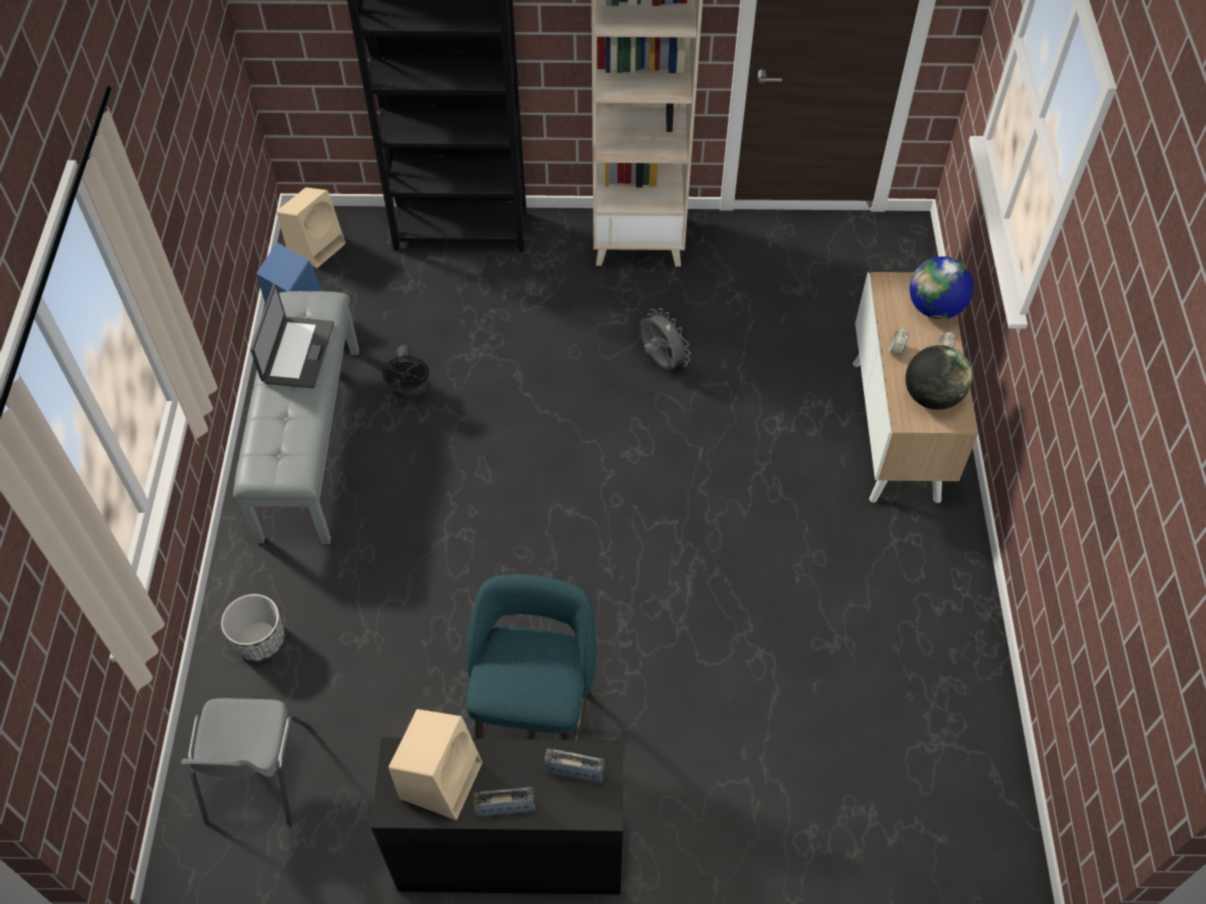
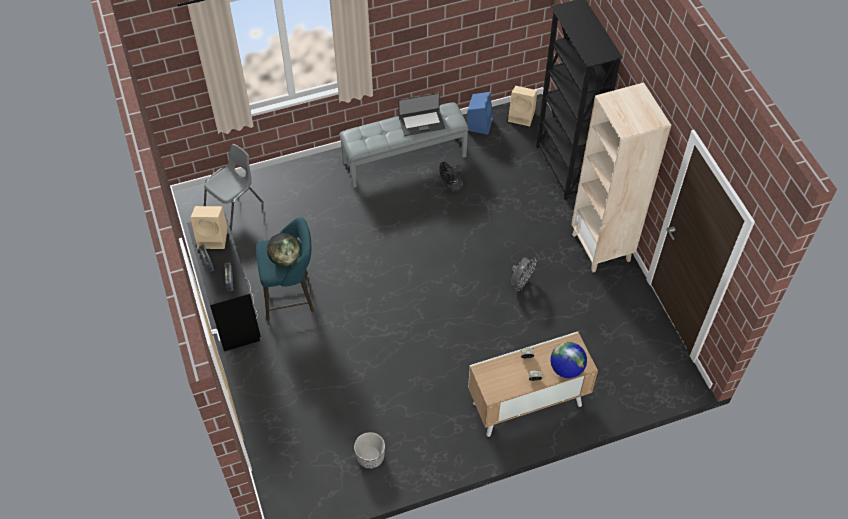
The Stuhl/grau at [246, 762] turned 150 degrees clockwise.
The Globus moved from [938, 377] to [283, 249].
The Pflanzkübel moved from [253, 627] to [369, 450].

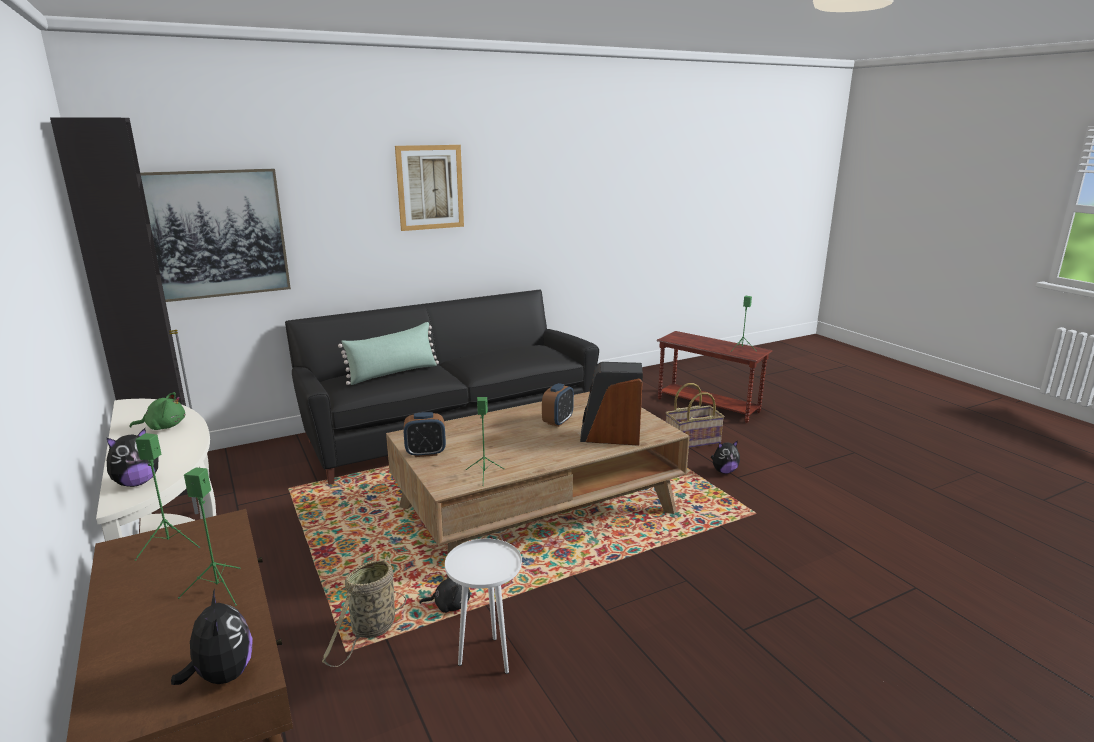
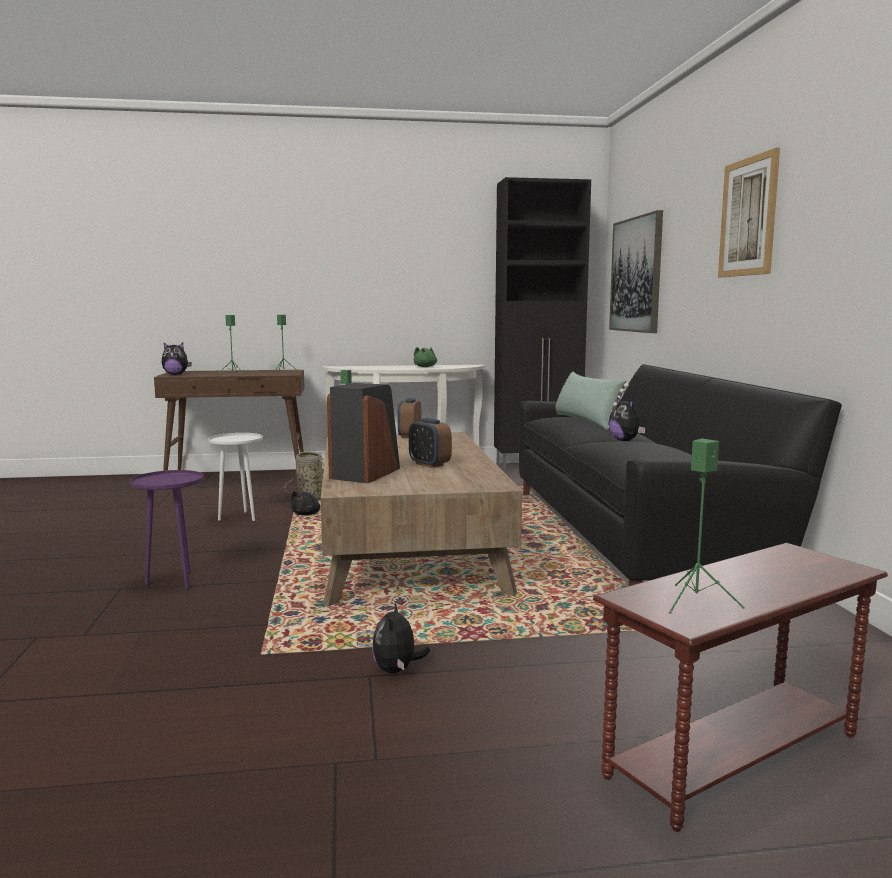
The Beistelltisch/lila at [166, 529] appeared.
The Plüschtier moved from [132, 457] to [627, 419].
The Korb at [695, 415] disappeared.

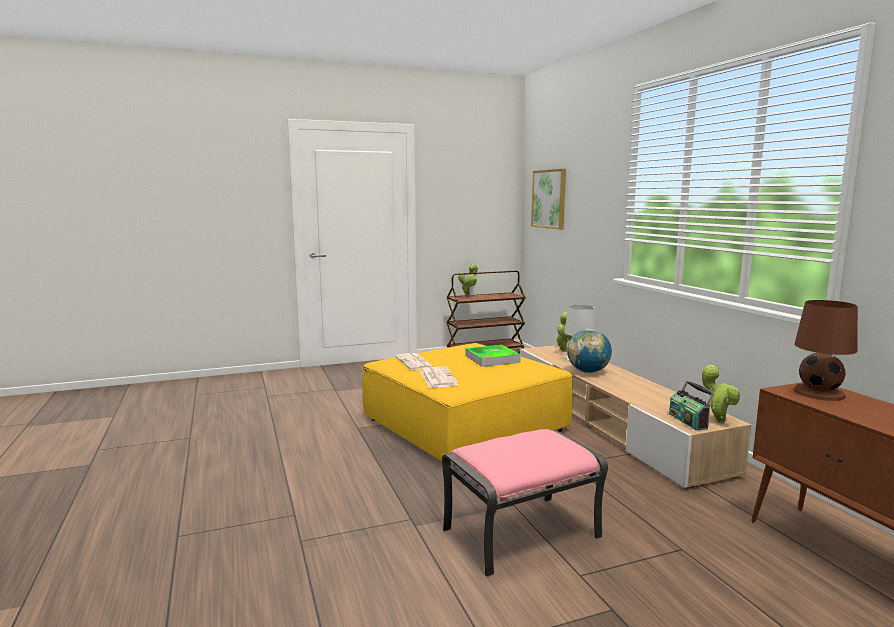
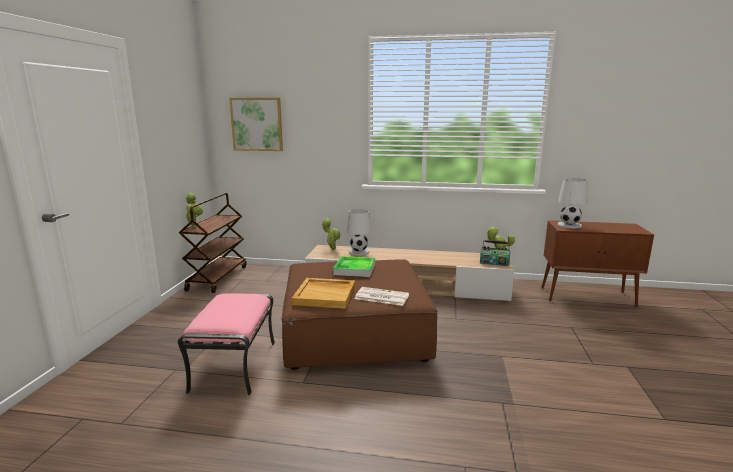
The Polsterhocker/rosa moved from [525, 503] to [226, 344].
The Polsterhocker/gelb at [467, 404] became the Polsterhocker/braun at [359, 314].
The Zeitung at [414, 361] was replaced by the Tablett/beige at [323, 293].
The Tischlampe/braun at [825, 350] became the Tischlampe/weiß at [572, 203].
The Globus at [589, 351] disappeared.

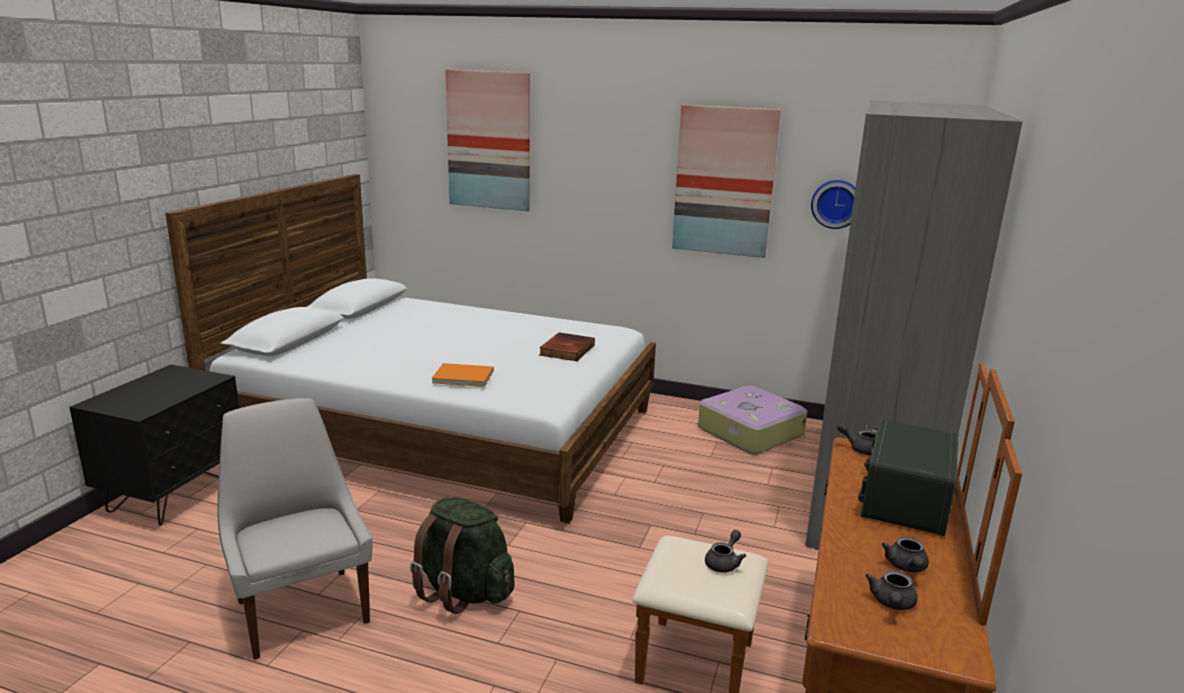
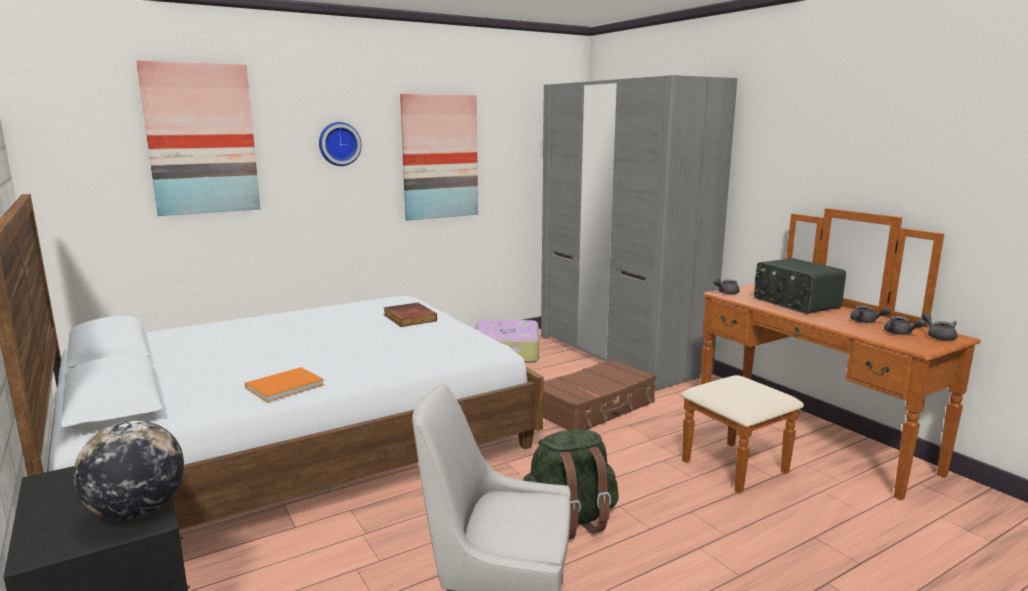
The Globus at [128, 470] appeared.
The Buch/orange moved from [463, 375] to [284, 384].
The Wanduhr moved from [833, 204] to [340, 144].
The Koffer/braun at [599, 394] appeared.
The Teekanne/grau moved from [725, 551] to [940, 327].

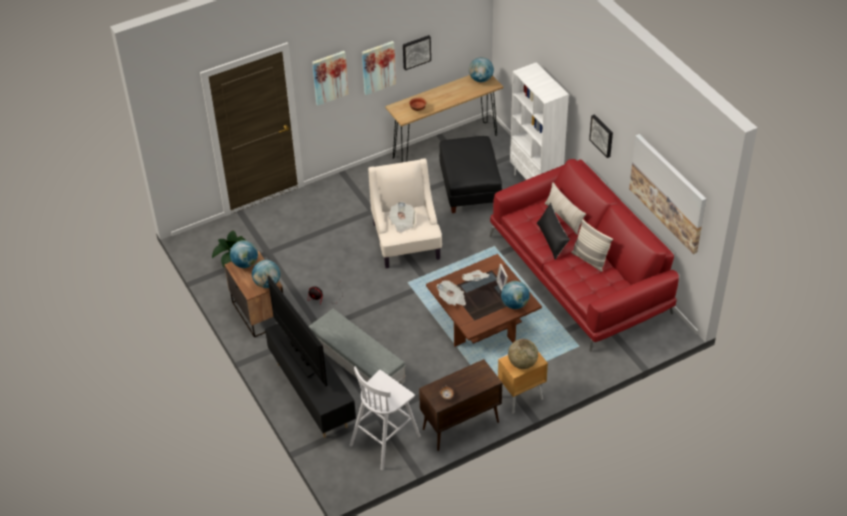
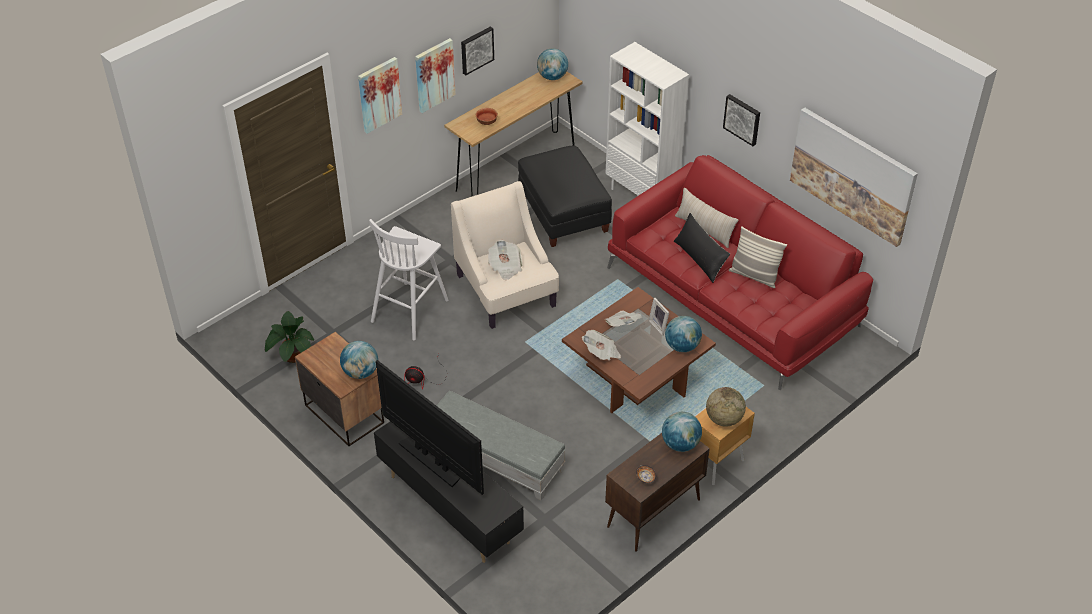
The Hocker/weiß moved from [385, 418] to [409, 279].
The Globus moved from [244, 254] to [682, 432].

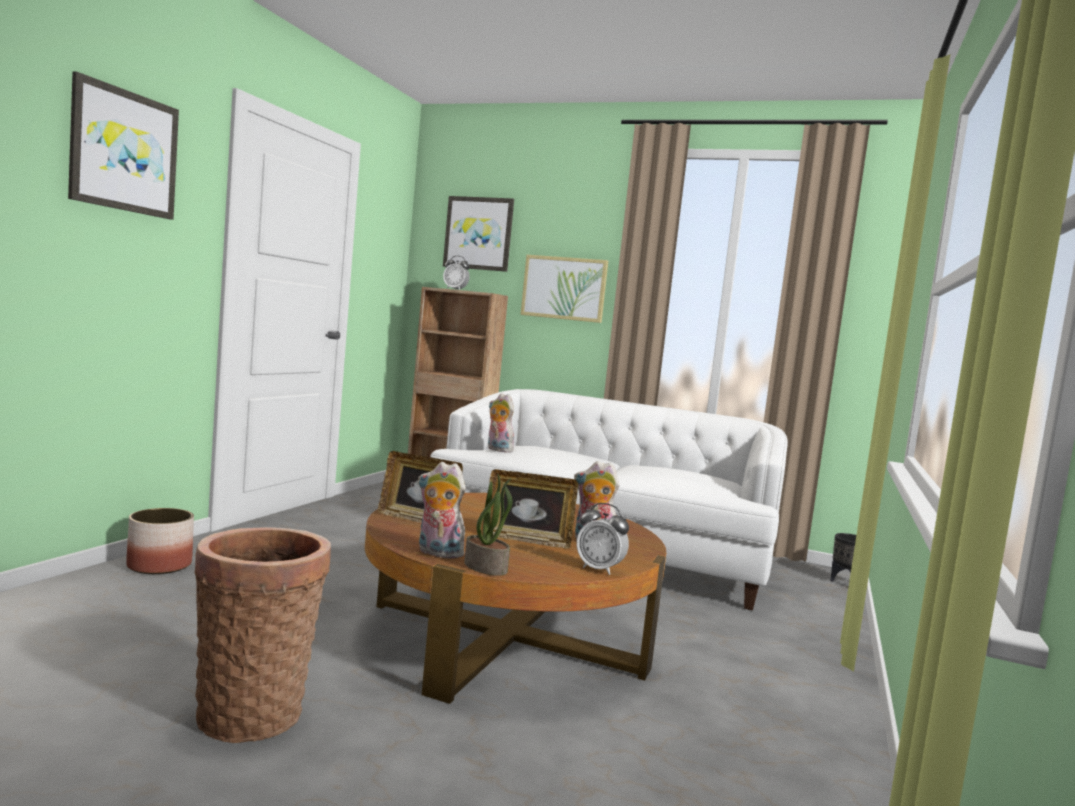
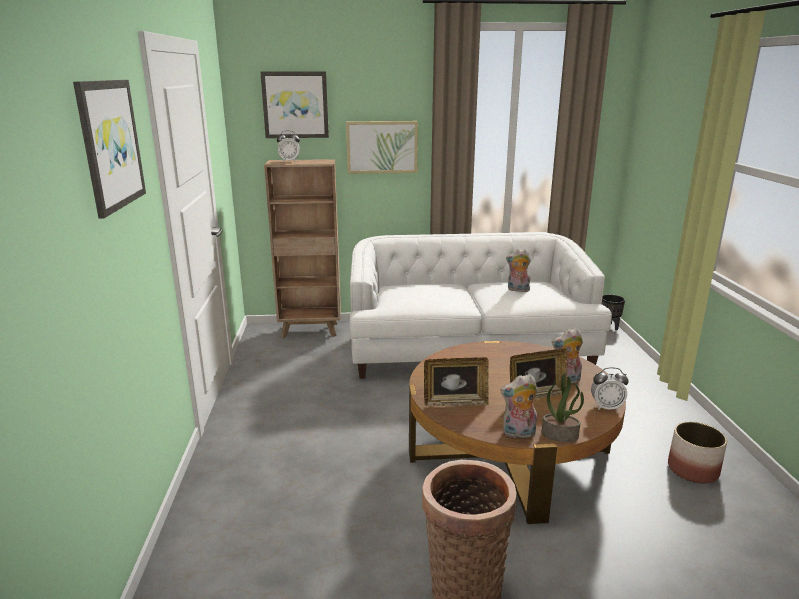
The Plüschtier moved from [501, 423] to [518, 270].
The Pflanzkübel moved from [160, 541] to [697, 453].

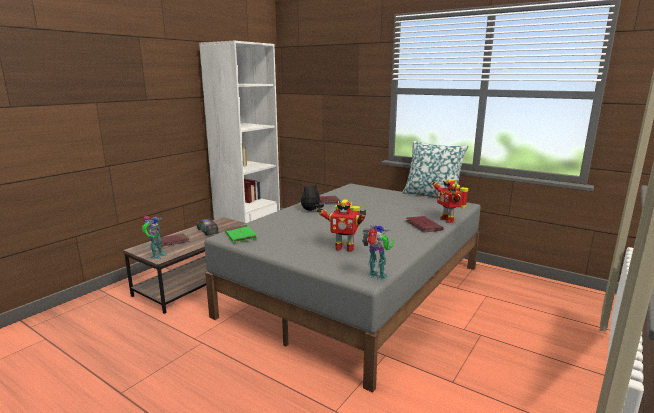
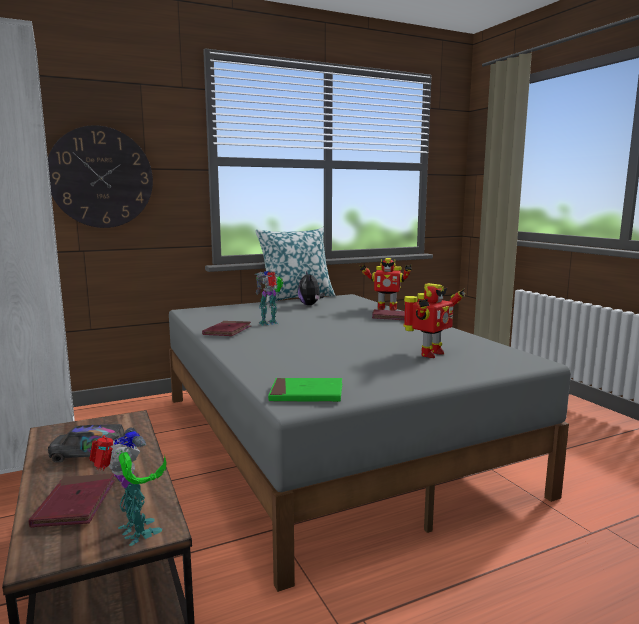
The Wanduhr at [100, 176] appeared.
The Spielzeugroboter moved from [378, 253] to [269, 298].
The Plüschtier moved from [312, 197] to [311, 288].

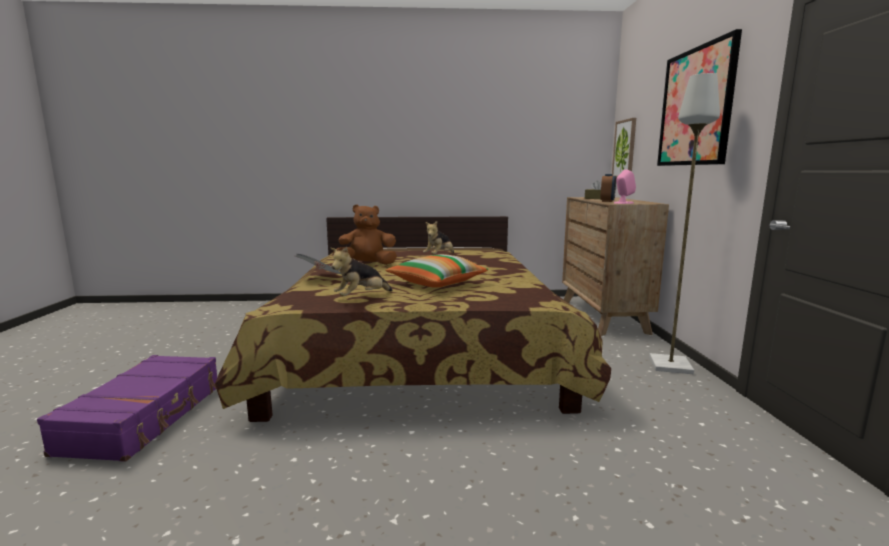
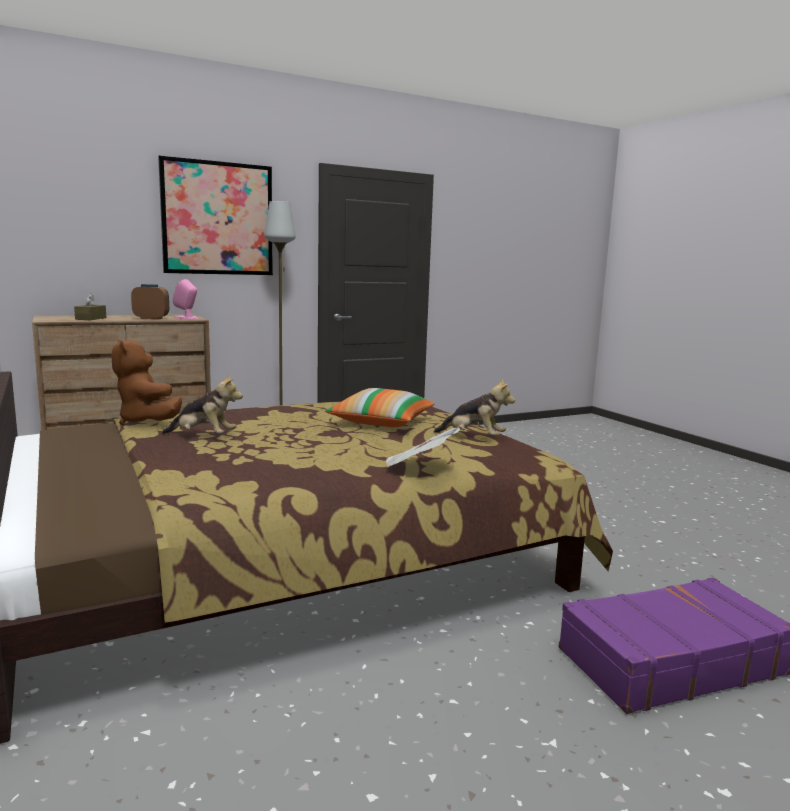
The Plüschtier/braun moved from [365, 235] to [147, 382].
The Bild at [624, 148] disappeared.

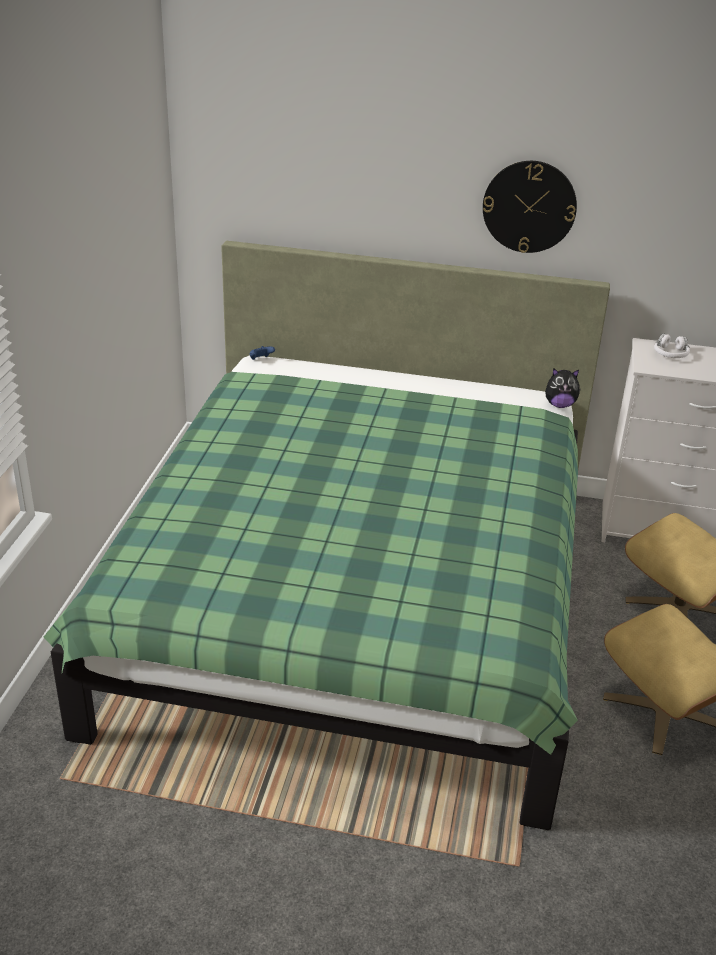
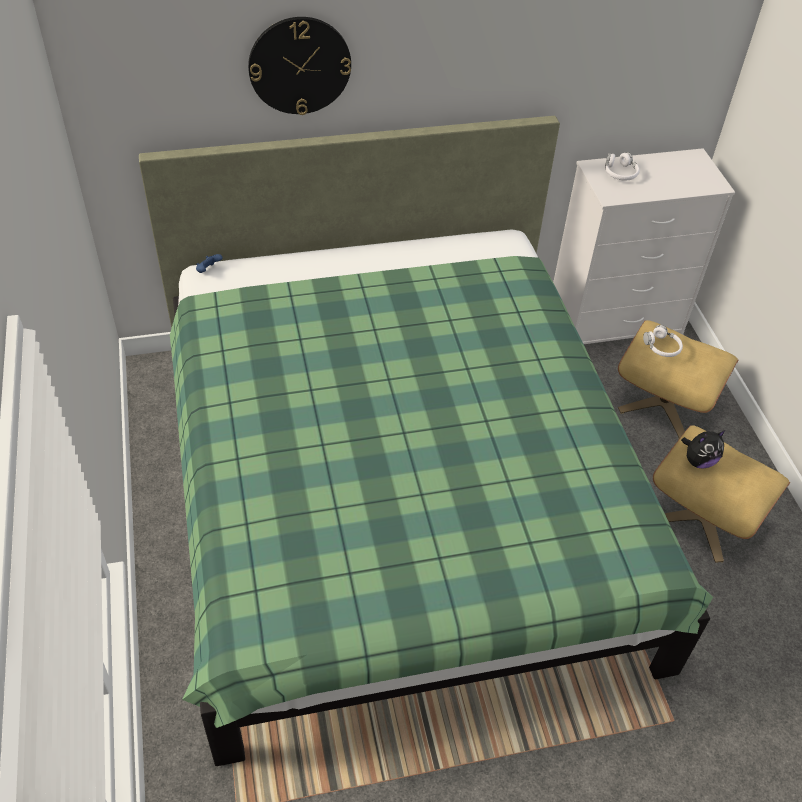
The Wanduhr moved from [530, 207] to [299, 66].
The Kopfhörer/weiß at [663, 341] appeared.
The Plüschtier moved from [563, 388] to [703, 449].

